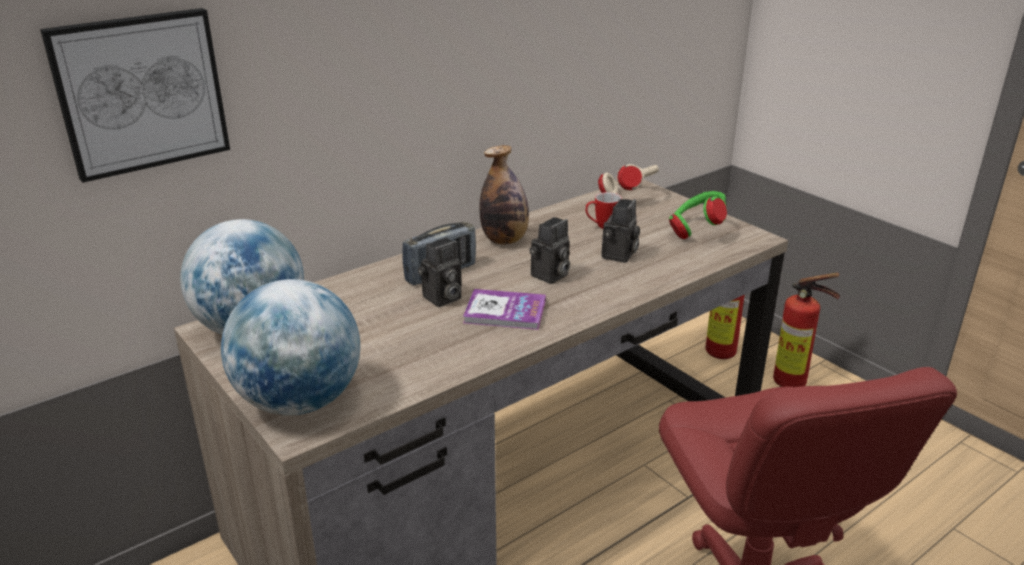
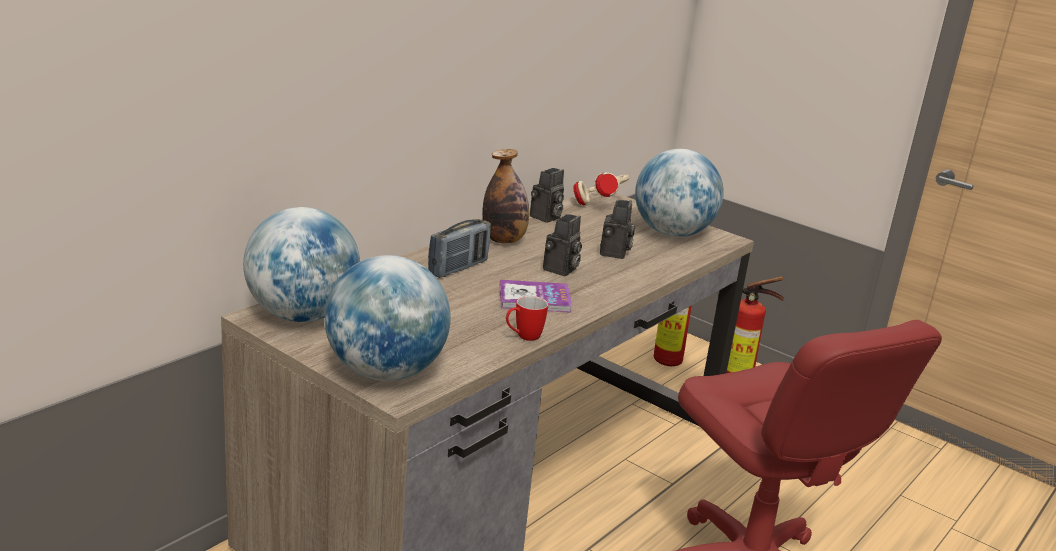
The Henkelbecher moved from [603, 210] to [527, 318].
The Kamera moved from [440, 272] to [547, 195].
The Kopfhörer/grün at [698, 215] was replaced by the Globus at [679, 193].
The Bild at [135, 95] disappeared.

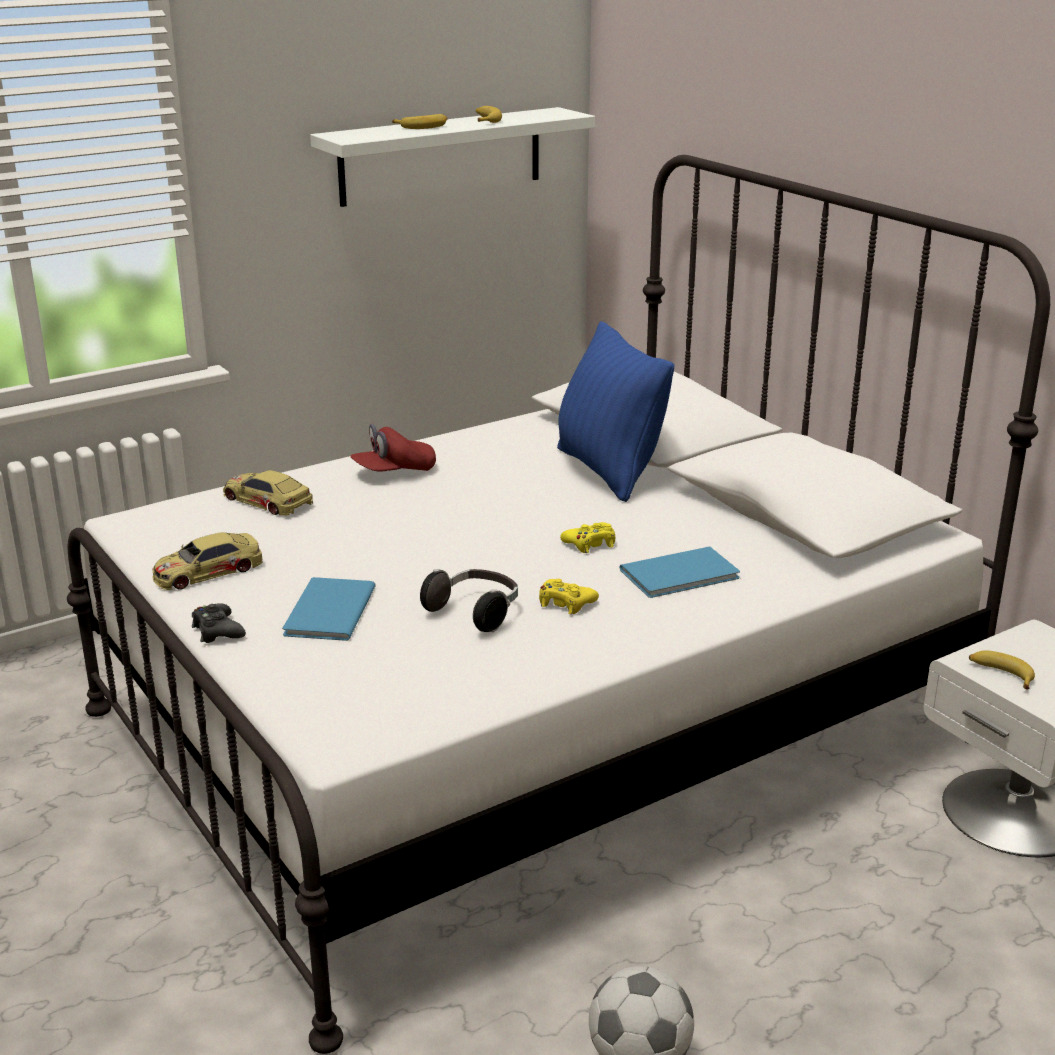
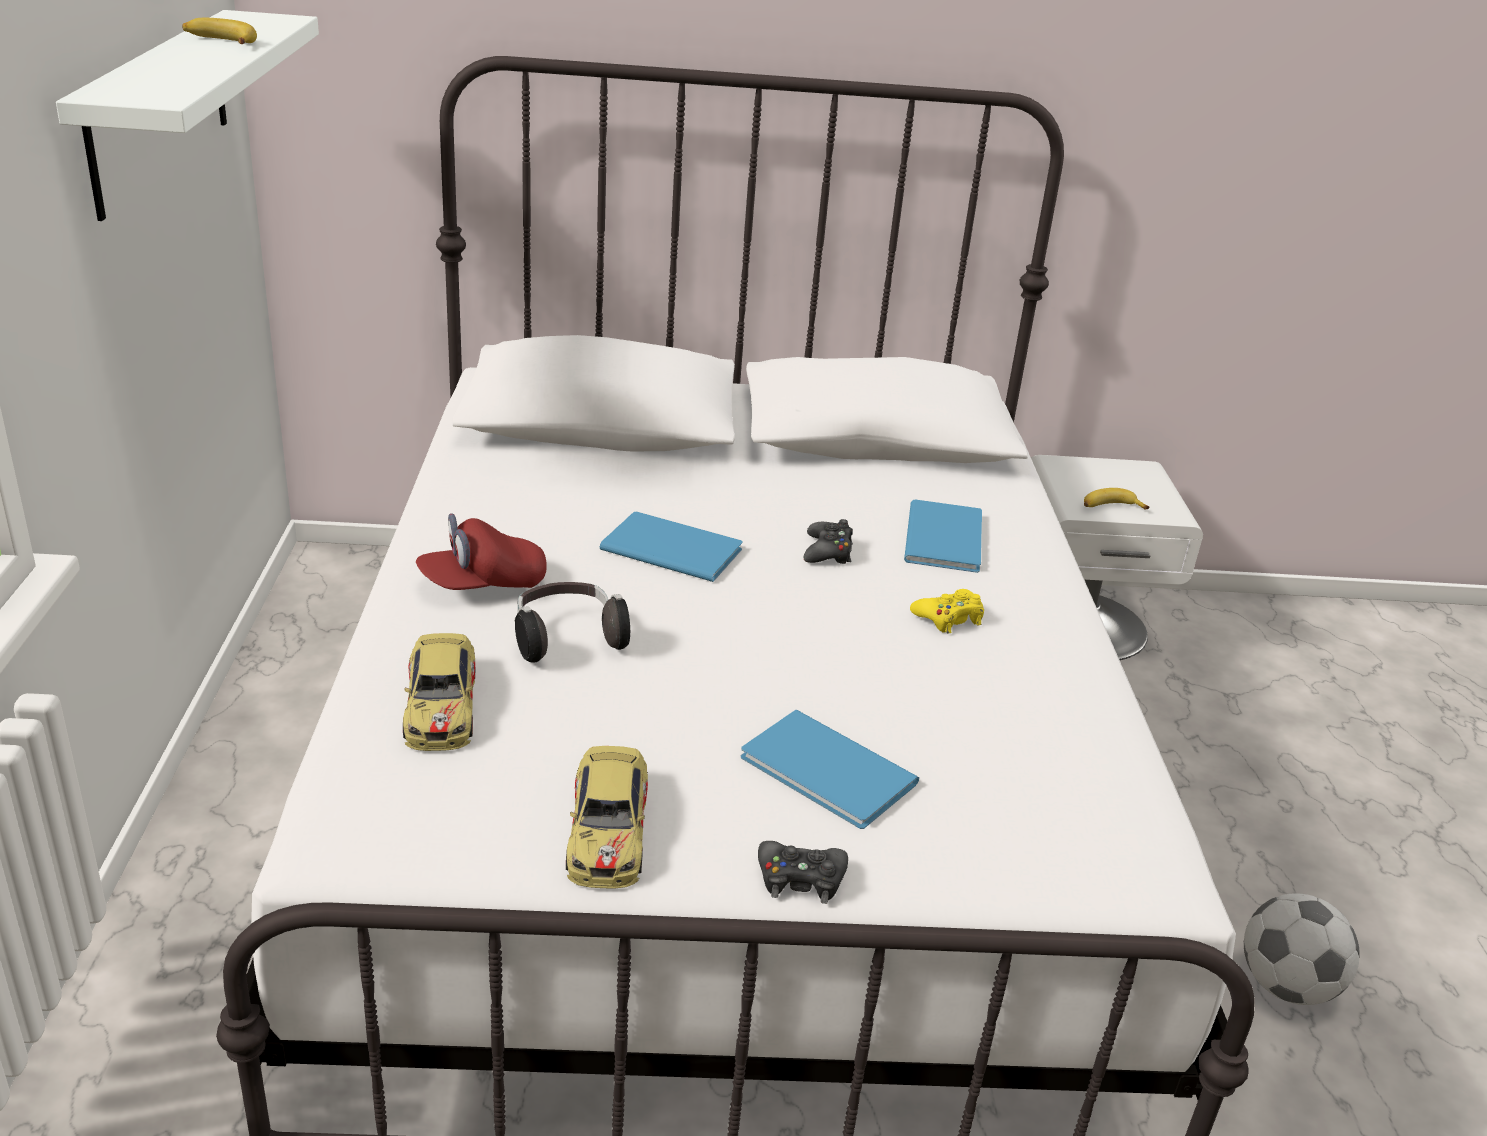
The Spielzeugauto at [268, 493] turned 75 degrees counterclockwise.
The Kappe/rot at [393, 447] turned 60 degrees clockwise.
The Kopfhörer moved from [469, 600] to [572, 622].
The Buch/blau at [671, 546] appeared.
The Gamepad/gelb at [587, 537] became the Gamepad/schwarz at [828, 541].
The Banane at [419, 121] disappeared.
The Kissen/blau at [615, 411] disappeared.

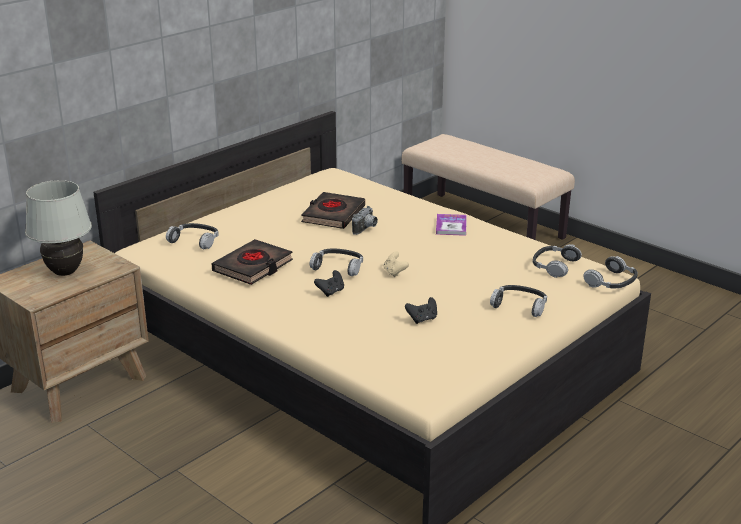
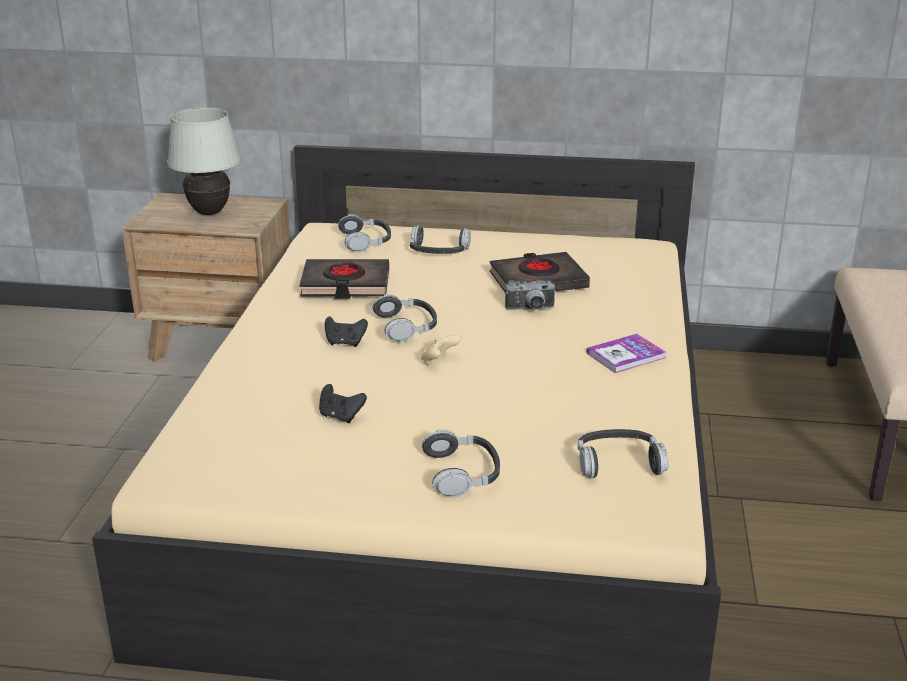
The Kopfhörer moved from [610, 272] to [440, 240].

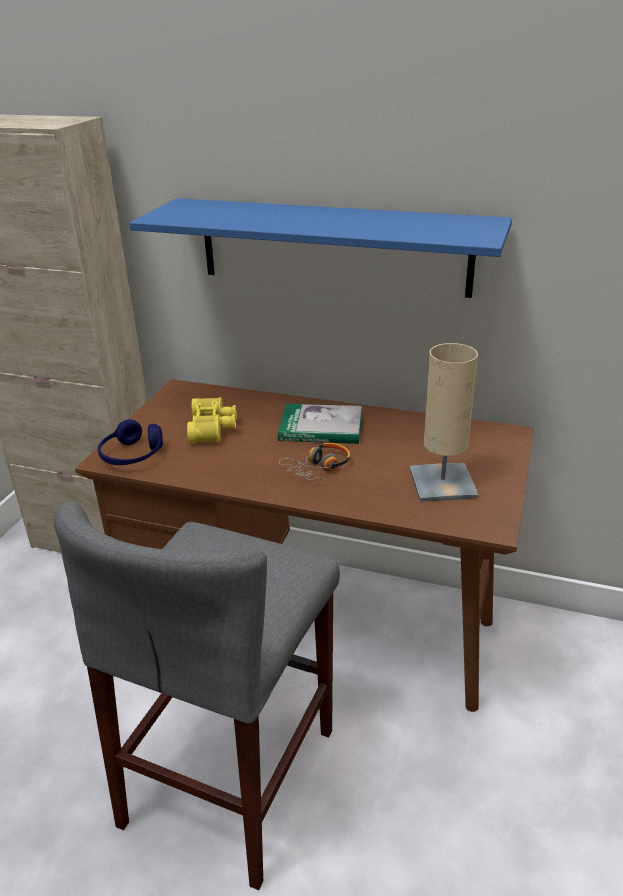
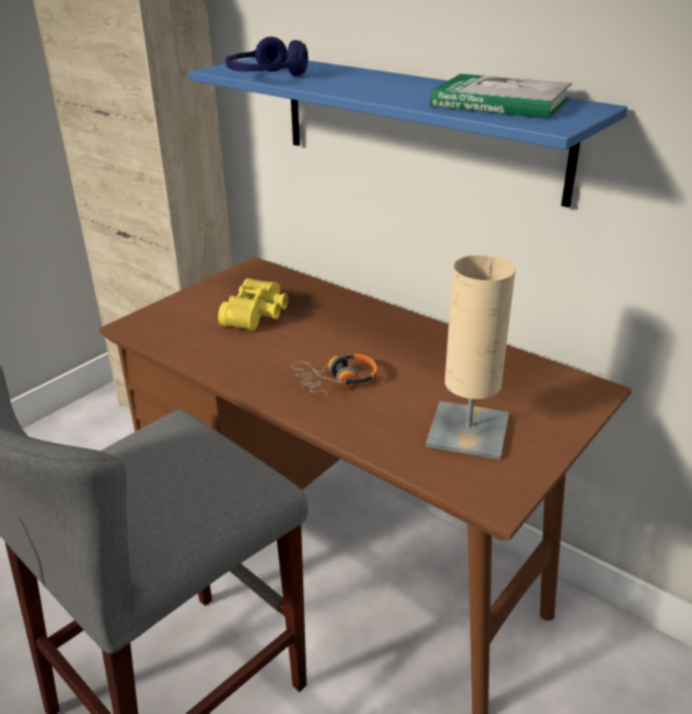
The Kopfhörer/blau moved from [130, 442] to [266, 56].
The Buch moved from [320, 424] to [501, 96].

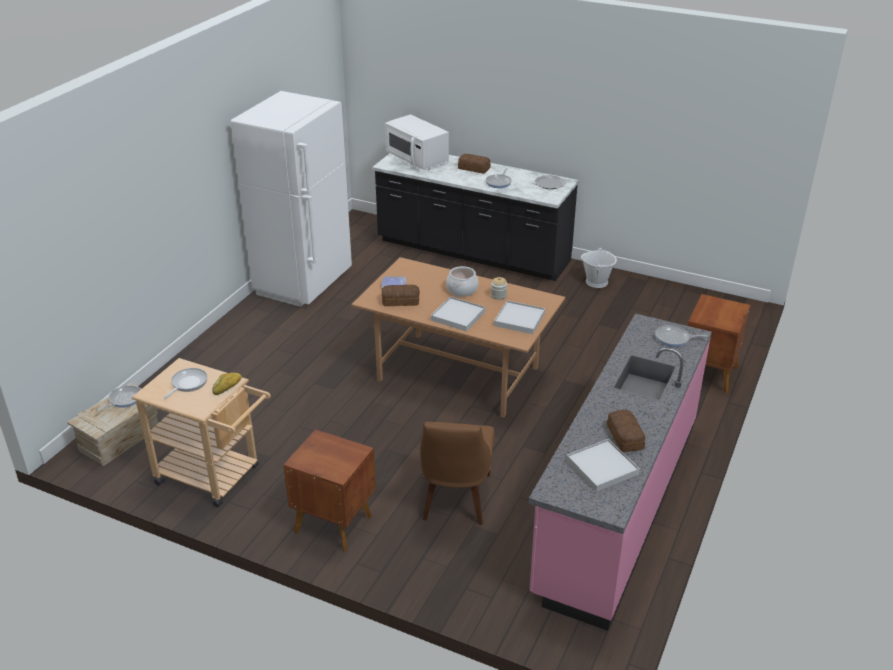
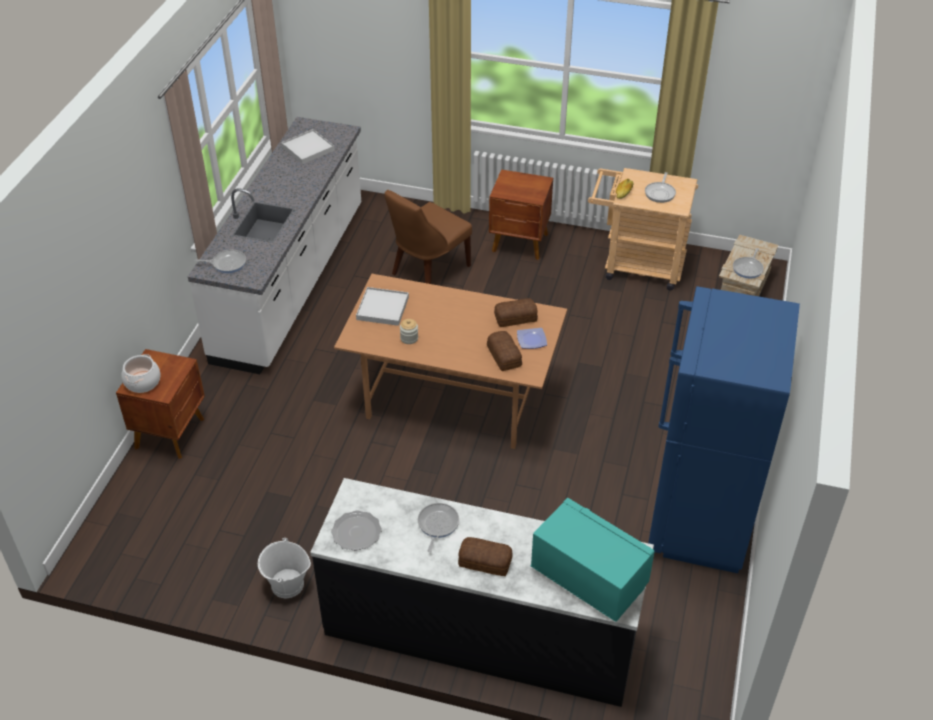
The Kochtopf moved from [462, 281] to [141, 373].
The Küchenzeile/rosa at [620, 472] became the Küchenzeile/weiß at [274, 245].
The Stuhl/braun at [457, 473] turned 135 degrees counterclockwise.
The Brot moved from [626, 431] to [504, 351].
The Mikrowelle/weiß at [417, 142] became the Mikrowelle/türkis at [592, 560].
The Kühlschrank/weiß at [291, 199] became the Kühlschrank/blau at [724, 429].
The Tablett/weiß at [458, 313] disappeared.

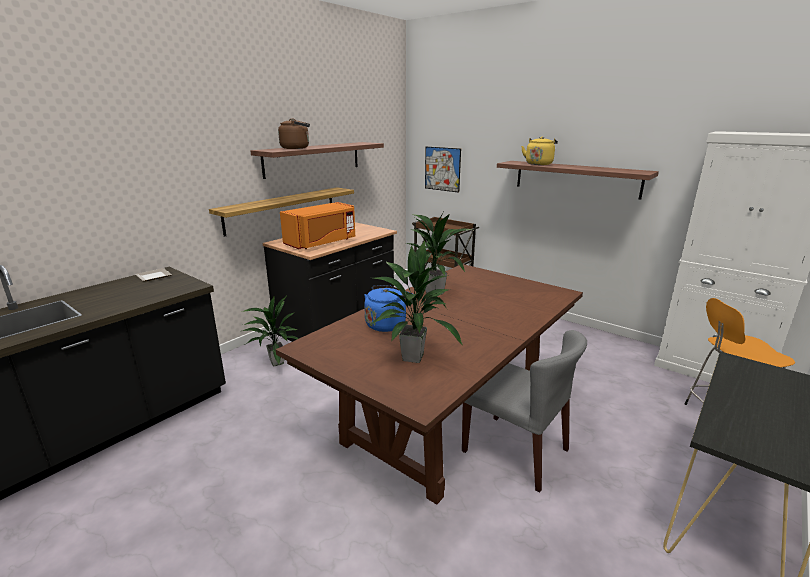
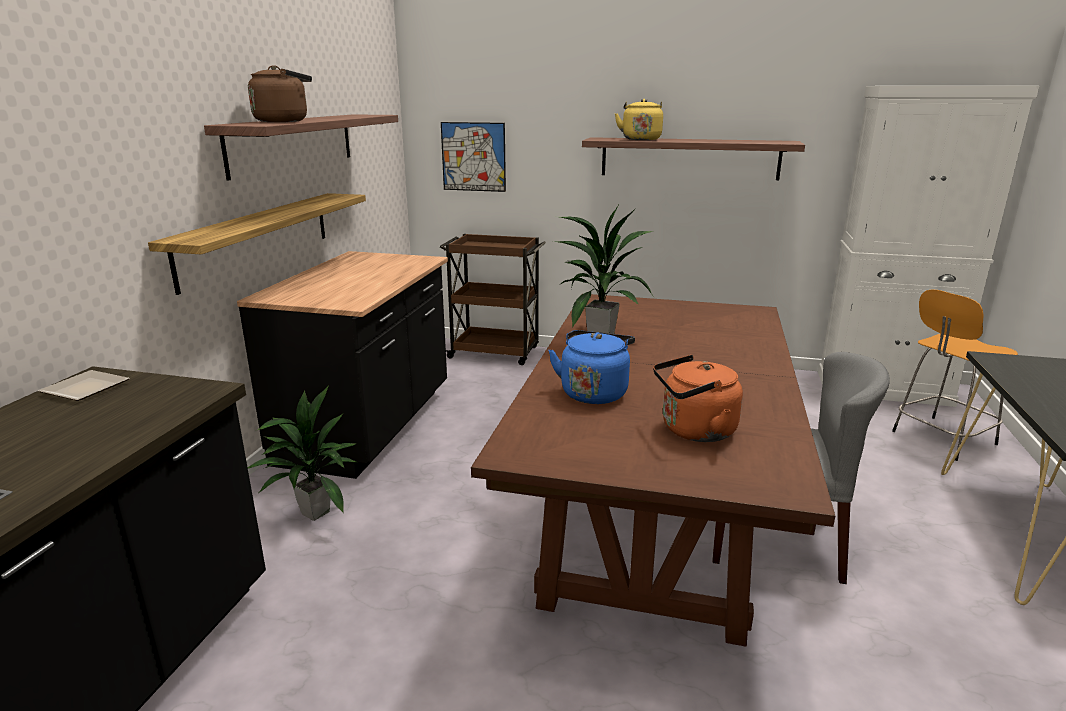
The Topfpflanze at [416, 302] was replaced by the Wasserkessel/orange at [698, 398].
The Mikrowelle/orange at [317, 225] disappeared.

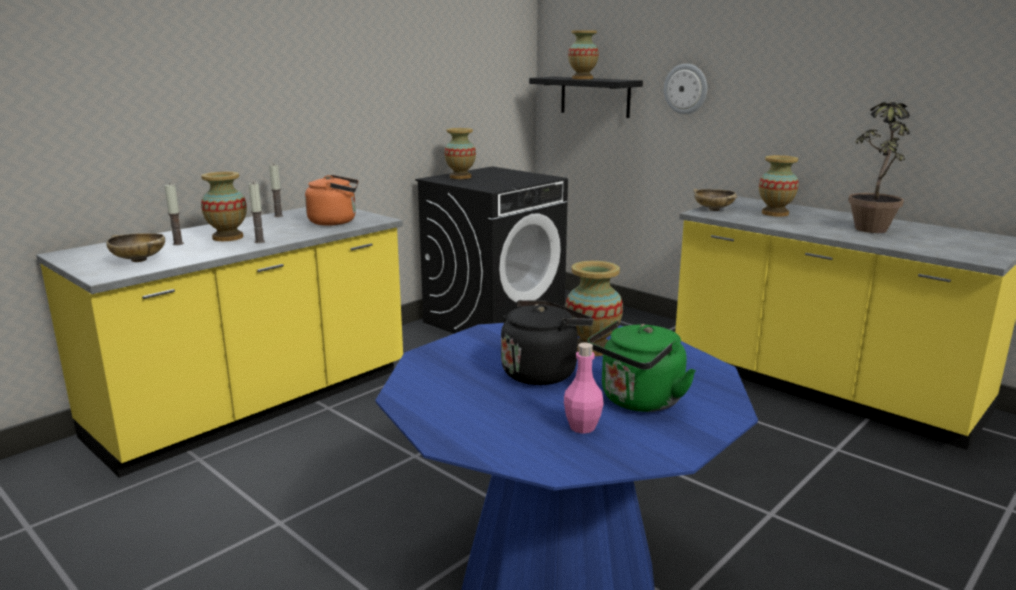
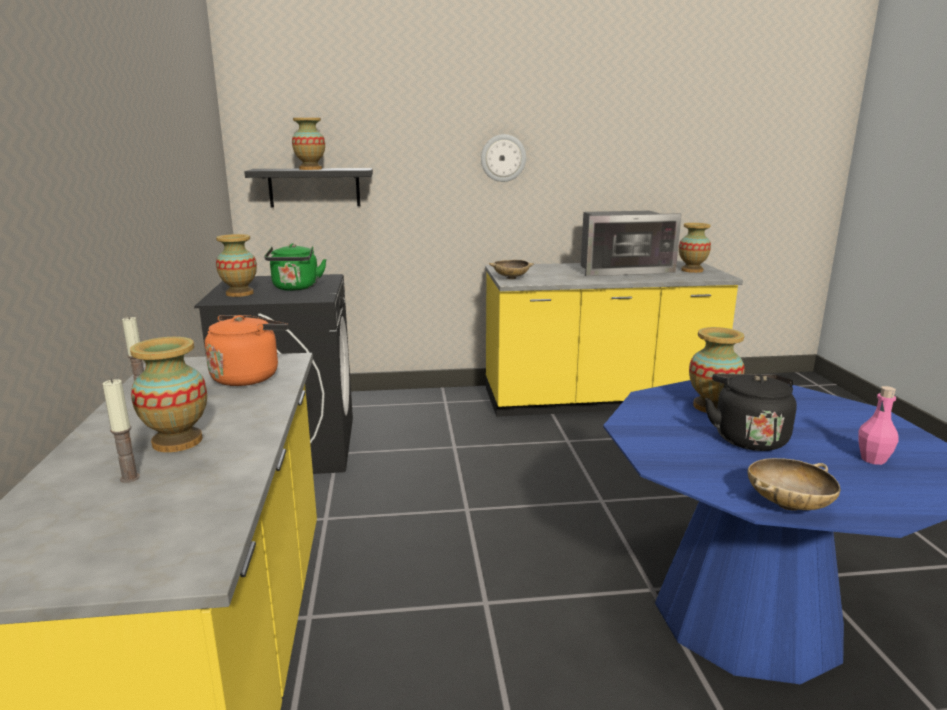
The Wasserkessel/grün moved from [642, 366] to [295, 267].
The Wanduhr moved from [685, 89] to [503, 158].
The Topfpflanze at [879, 167] was replaced by the Mikrowelle at [631, 243].
The Vase moved from [779, 185] to [695, 248].
The Schüssel/beige moved from [135, 247] to [794, 484].
The Kerze at [256, 212] disappeared.

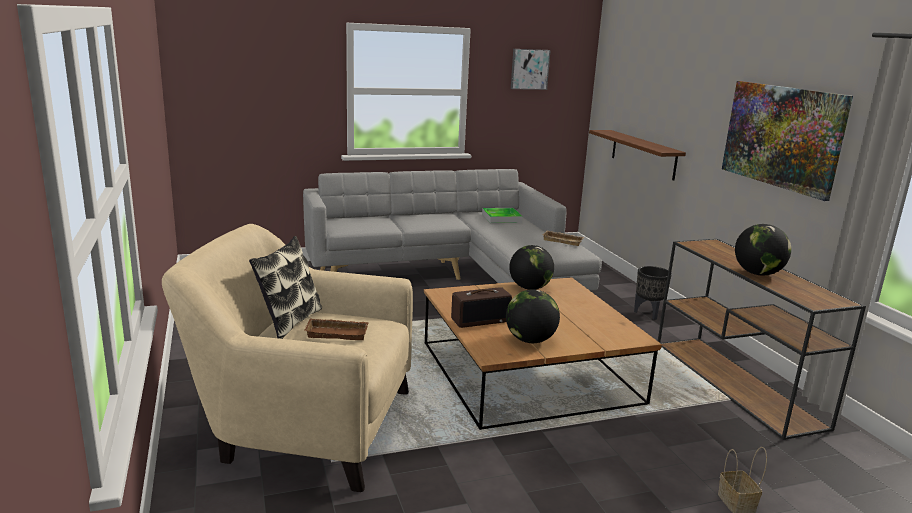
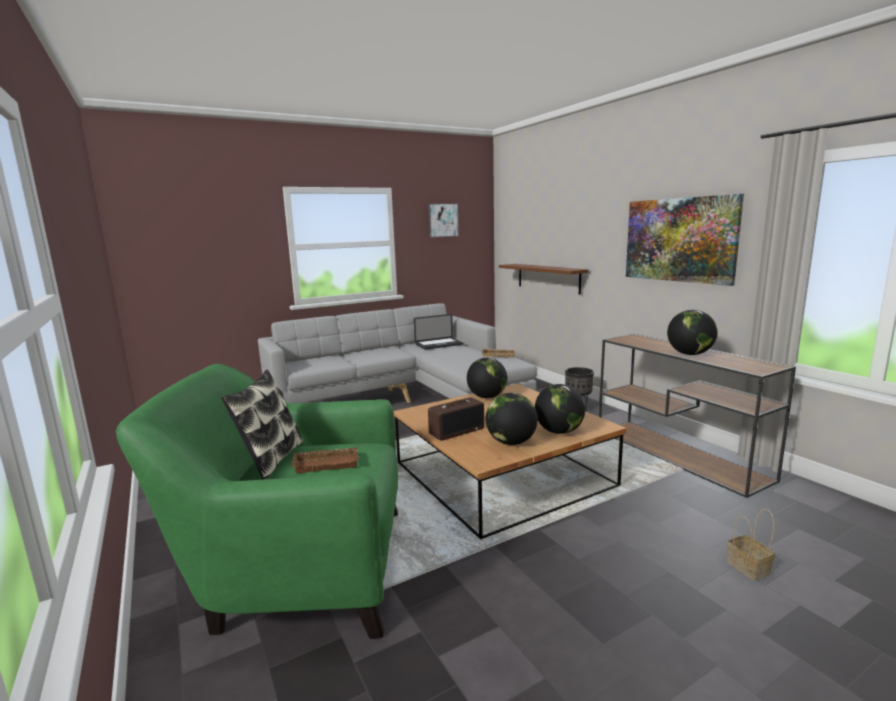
The Sessel/beige at [287, 358] became the Sessel/grün at [257, 501].
The Tablett at [502, 215] was replaced by the Laptop at [438, 332].
The Globus at [560, 409] appeared.

